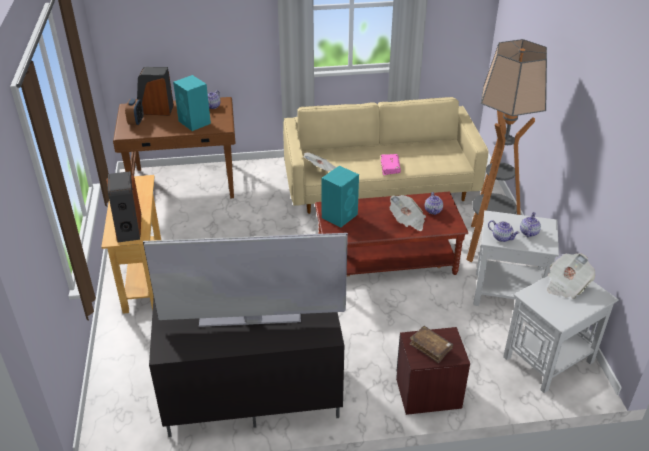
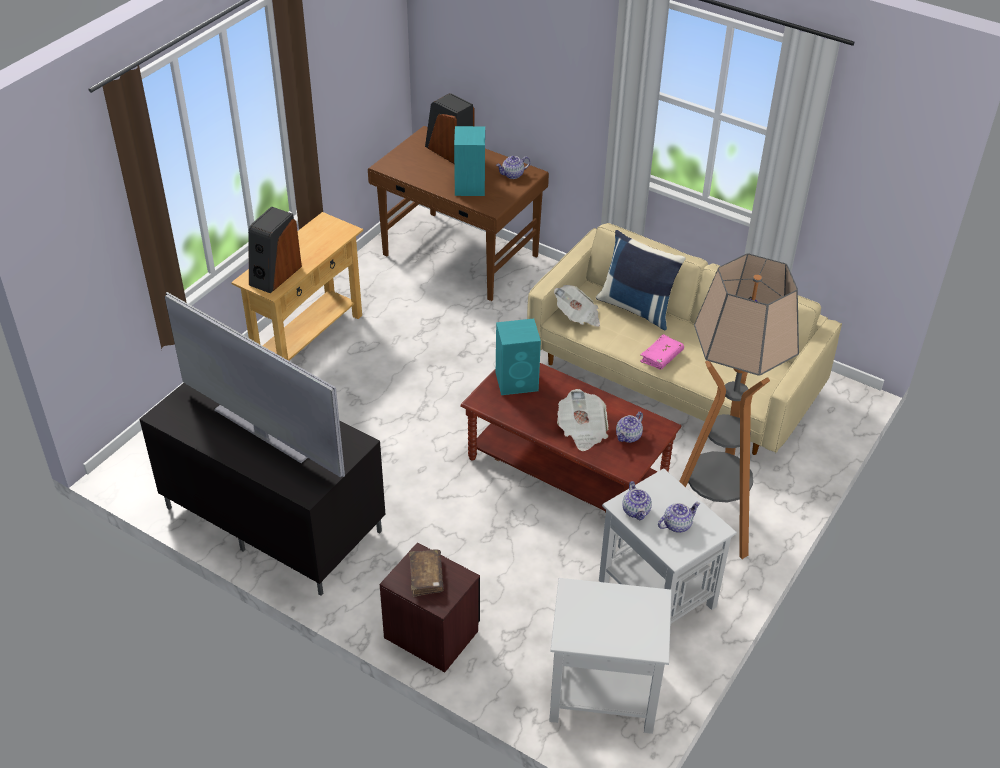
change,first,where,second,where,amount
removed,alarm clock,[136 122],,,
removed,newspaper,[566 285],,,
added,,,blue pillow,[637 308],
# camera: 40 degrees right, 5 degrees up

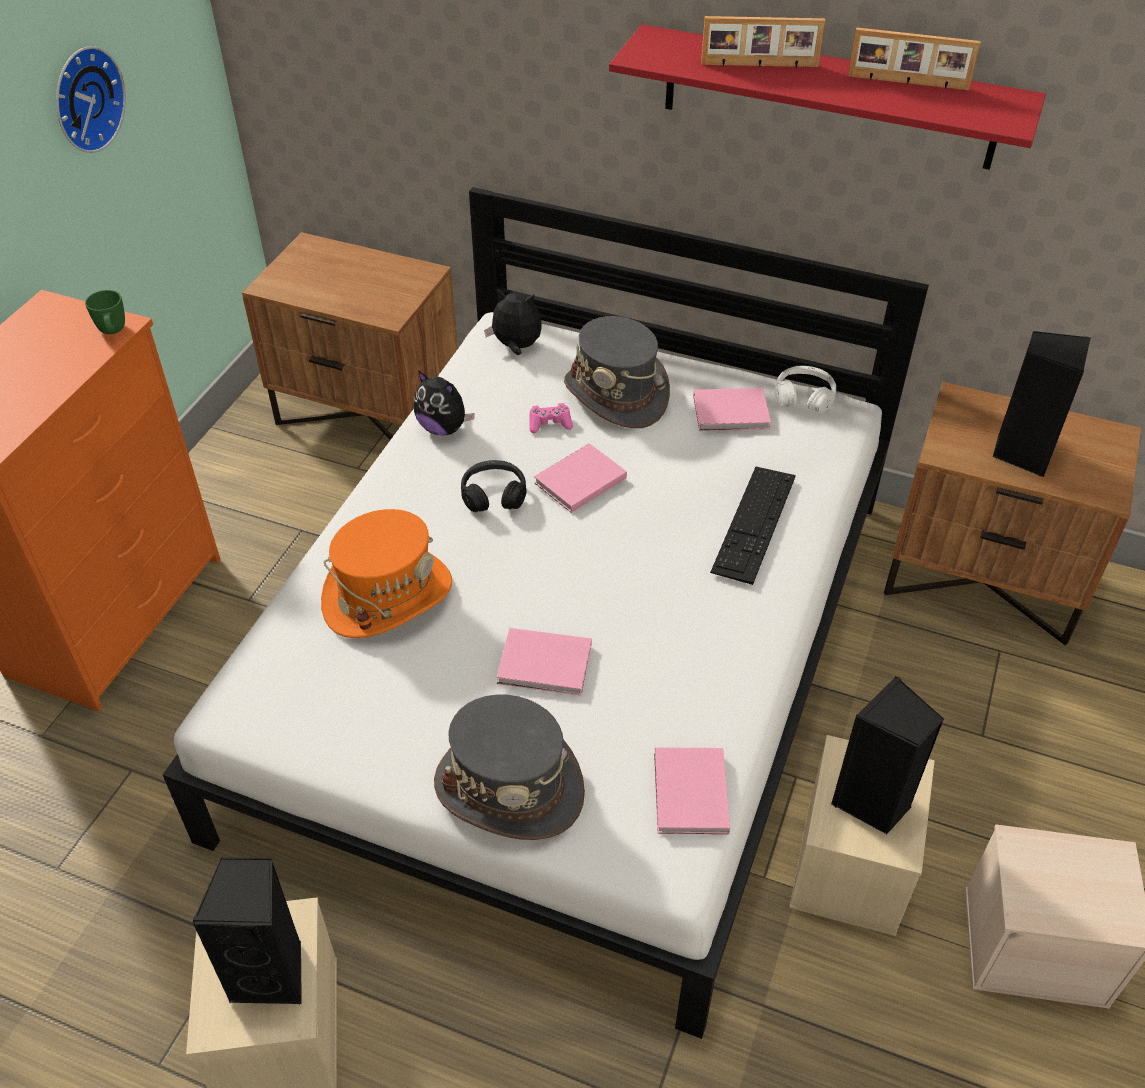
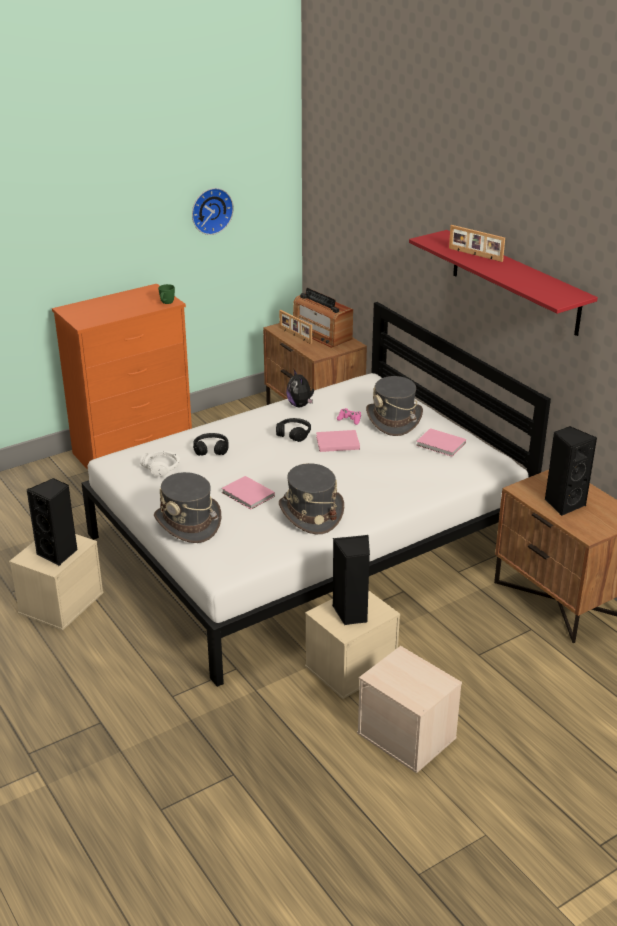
change,first,where,second,where,amount
removed,plush toy,[516 347],,,
removed,pink book,[689 795],,,
removed,keyboard,[754 523],,,
added,,,grey hat,[311 513],
added,,,radio,[321 334],
moved,white headphones,[804 397],,[162 468],
moved,picture frame,[908 83],,[295 335],
replaced,orange hat,[387 595],black headphones,[211 449],
# camera: 35 degrees right, 15 degrees down

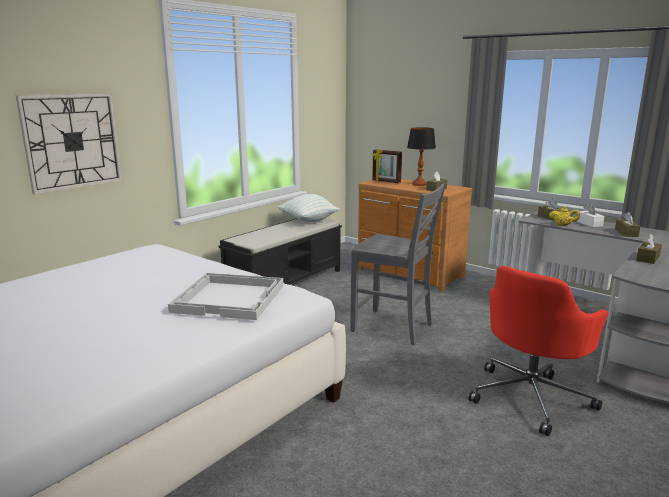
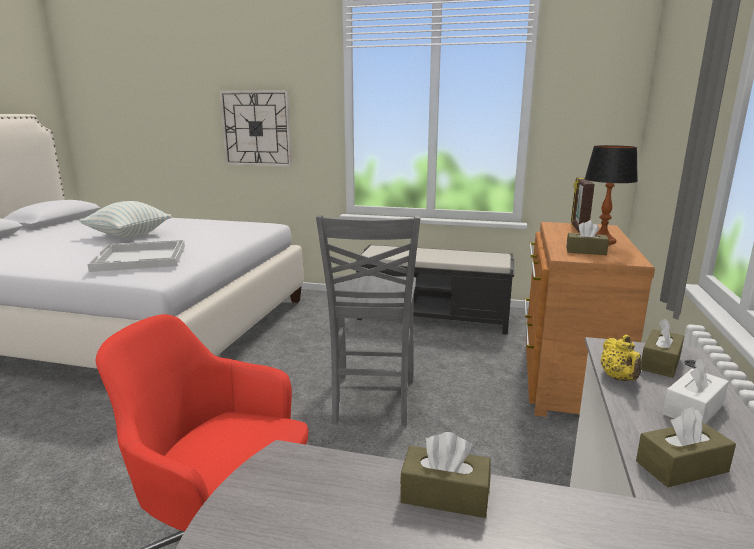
change,first,where,second,where,amount
moved,pillow,[308 221],,[129 235],
# camera: 65 degrees right, 0 degrees up

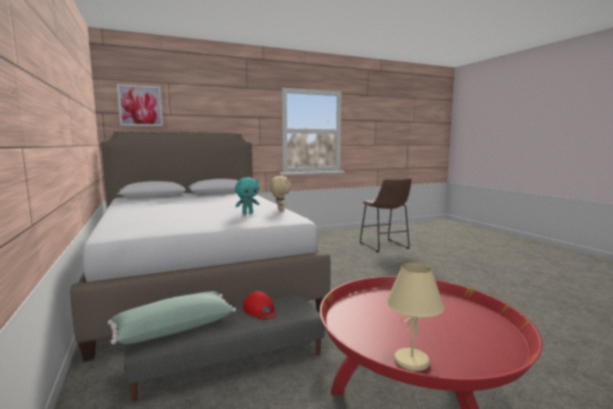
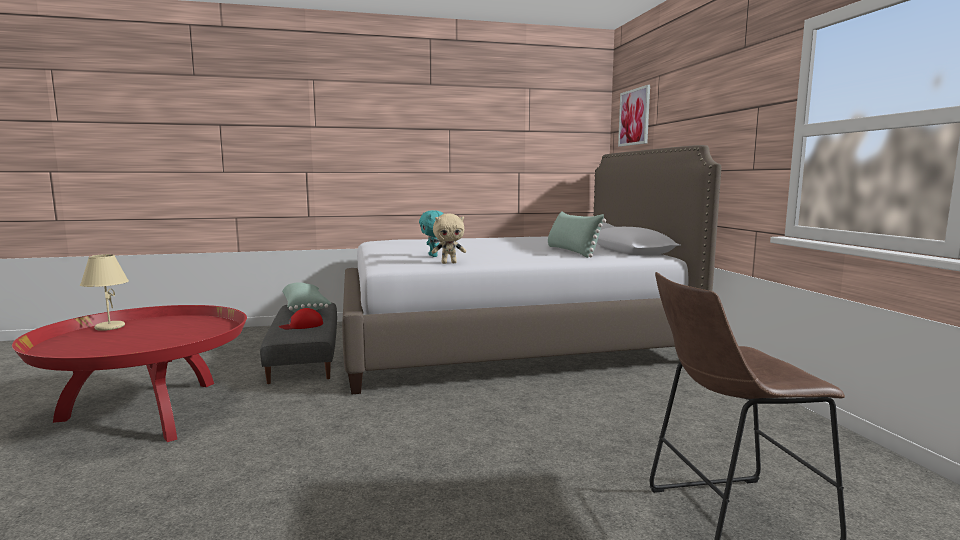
change,first,where,second,where,amount
added,,,green pillow,[572 251],
# camera: 100 degrees right, 0 degrees up

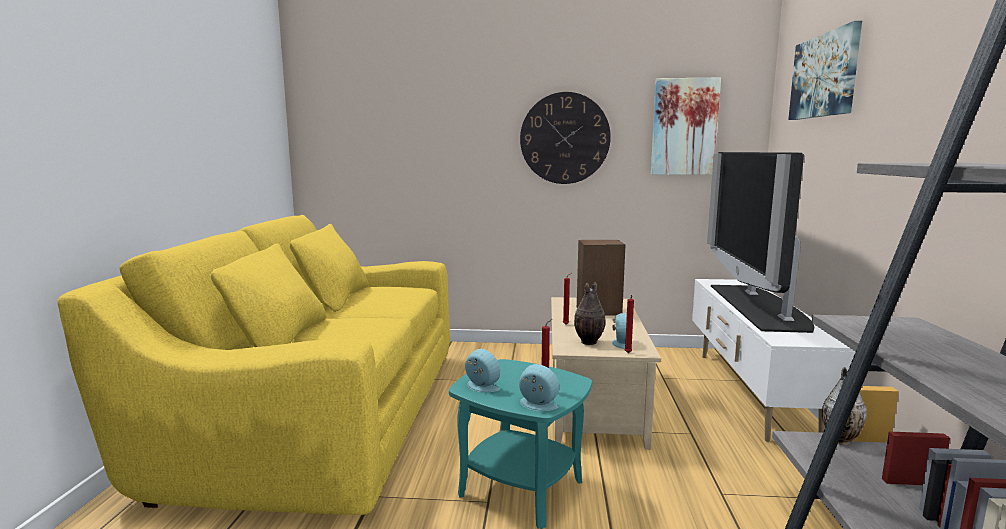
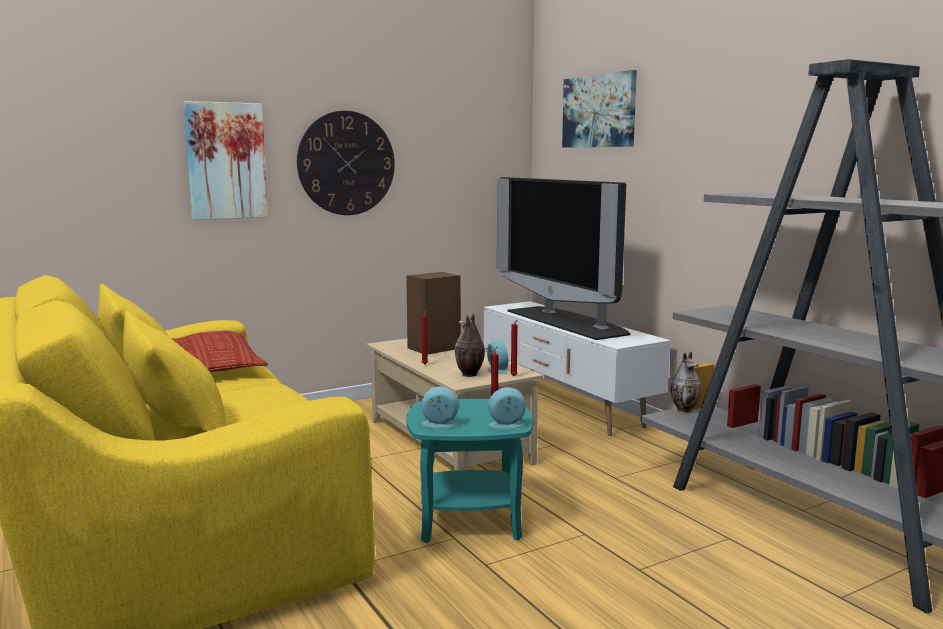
change,first,where,second,where,amount
added,,,pillow,[216 363],
moved,picture,[684 127],,[226 161],
# camera: 35 degrees left, 0 degrees up

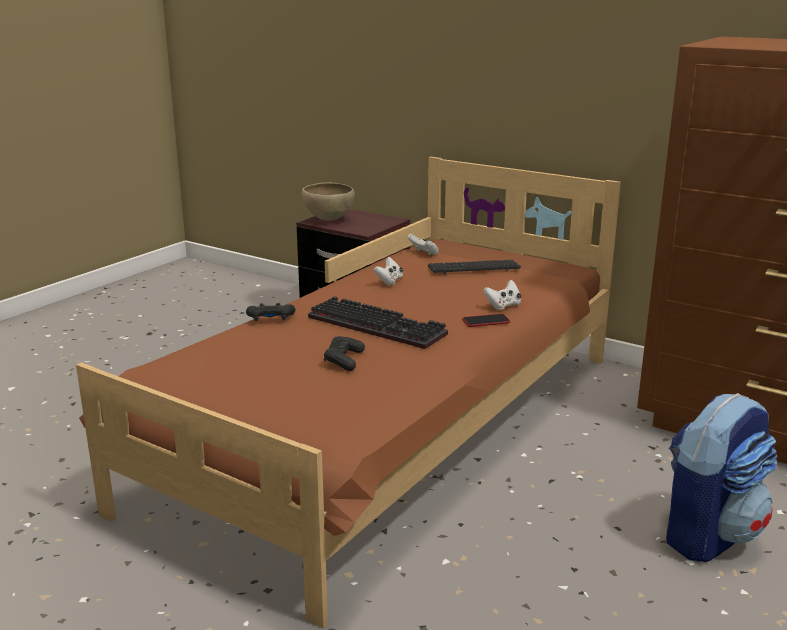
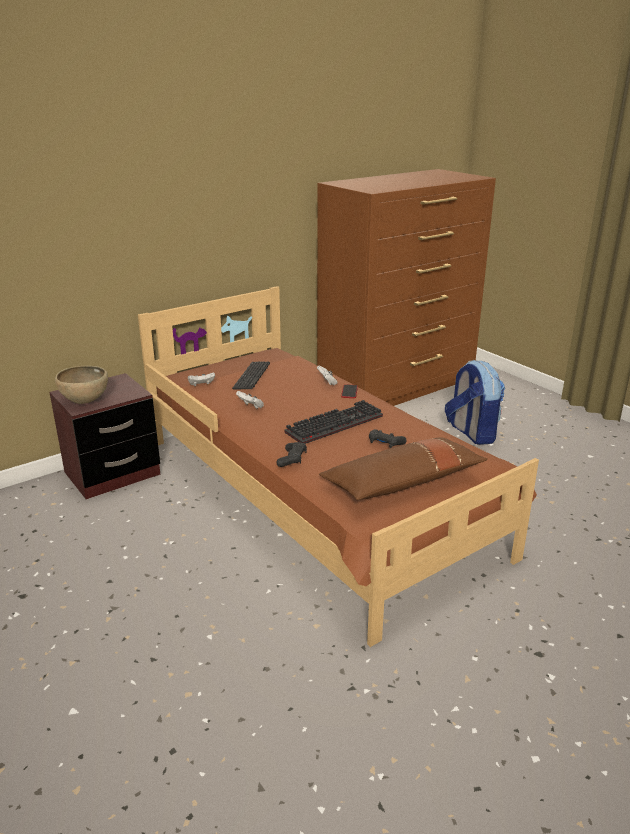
change,first,where,second,where,amount
added,,,brown pillow,[403 482],
# camera: 70 degrees left, 5 degrees up

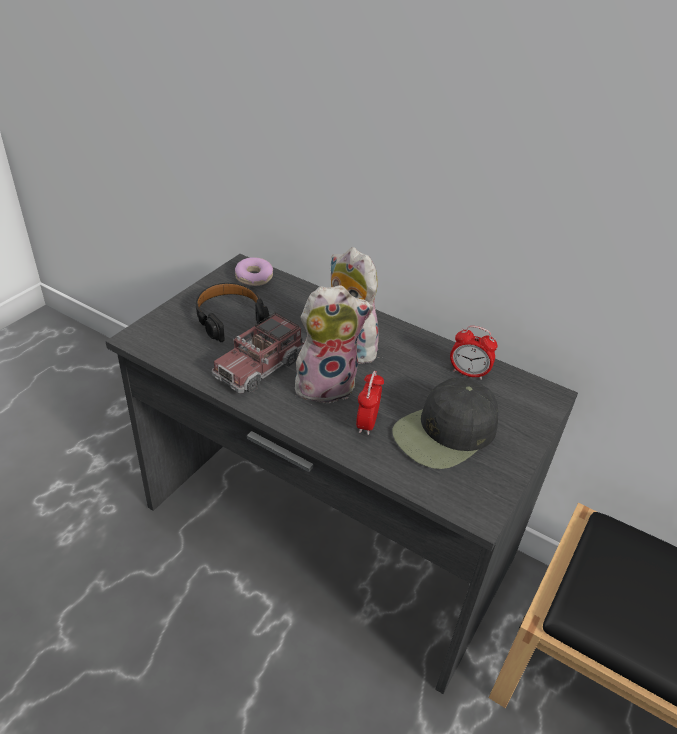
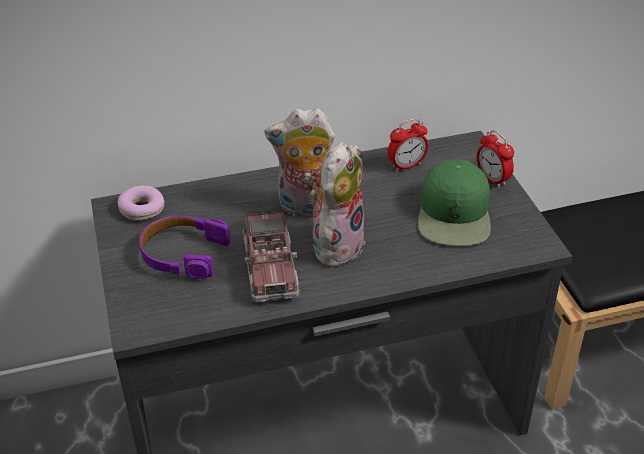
change,first,where,second,where,amount
moved,alarm clock,[367 423],,[492 179],
recoloured,black headphones,[230 318],purple headphones,[183 254],
recoloured,black cap,[445 433],green cap,[454 215],
# camera: 45 degrees left, 0 degrees up

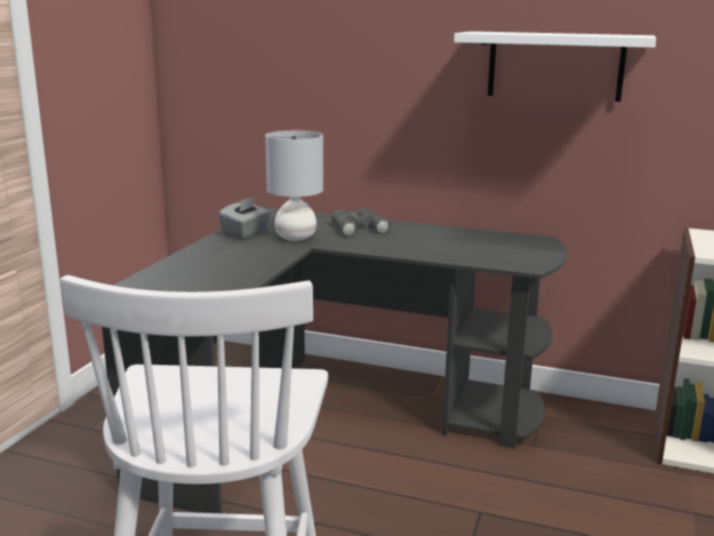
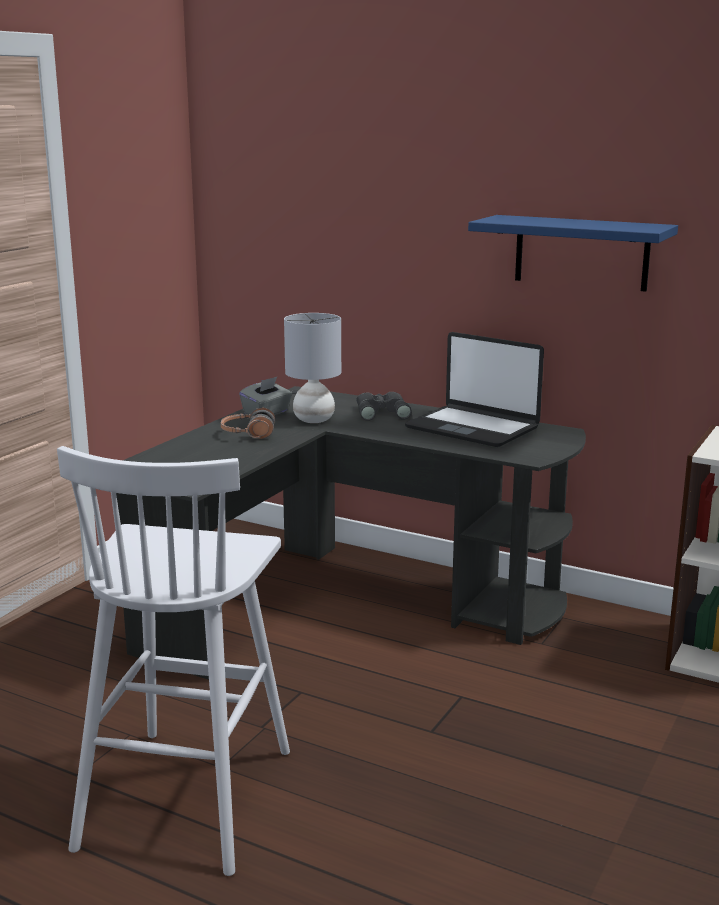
change,first,where,second,where,amount
added,,,headphones,[248 434],
added,,,laptop,[473 428],
recoloured,white shelf,[555 66],blue shelf,[581 252],
# camera: 10 degrees right, 0 degrees up

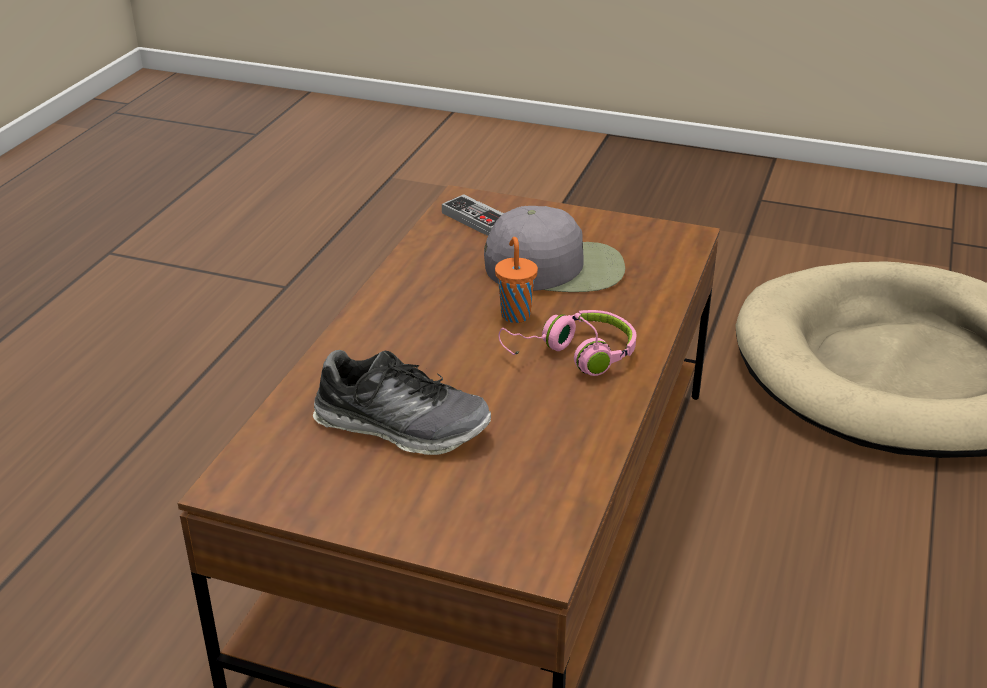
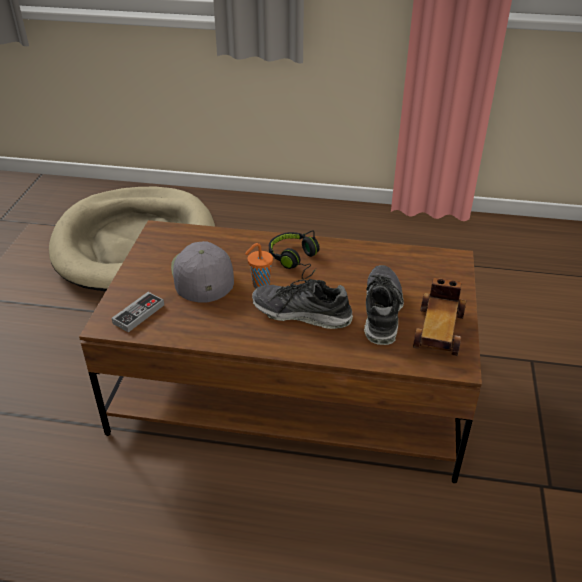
change,first,where,second,where,amount
added,,,shoe,[302 313],
added,,,toy car,[439 329],
recoloured,pink headphones,[574 355],black headphones,[296 261],
# camera: 100 degrees left, 5 degrees up

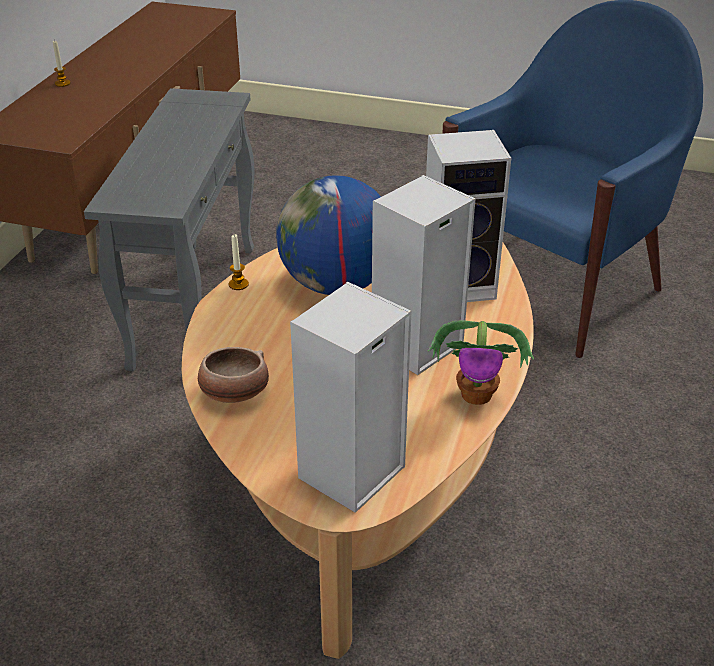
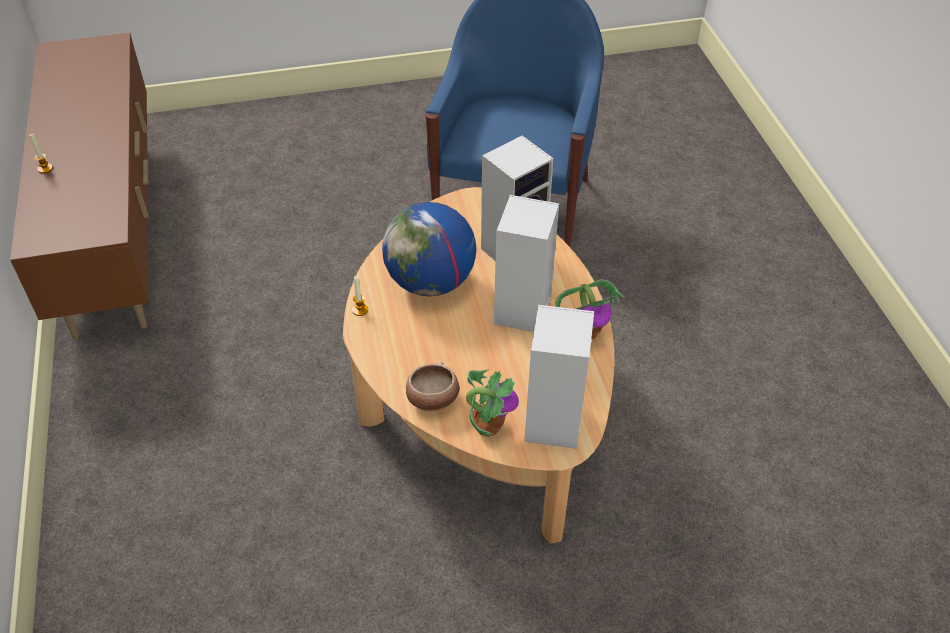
change,first,where,second,where,amount
removed,grey side table,[194 305],,,
added,,,potted plant,[487 426],
# camera: 30 degrees left, 10 degrees up

